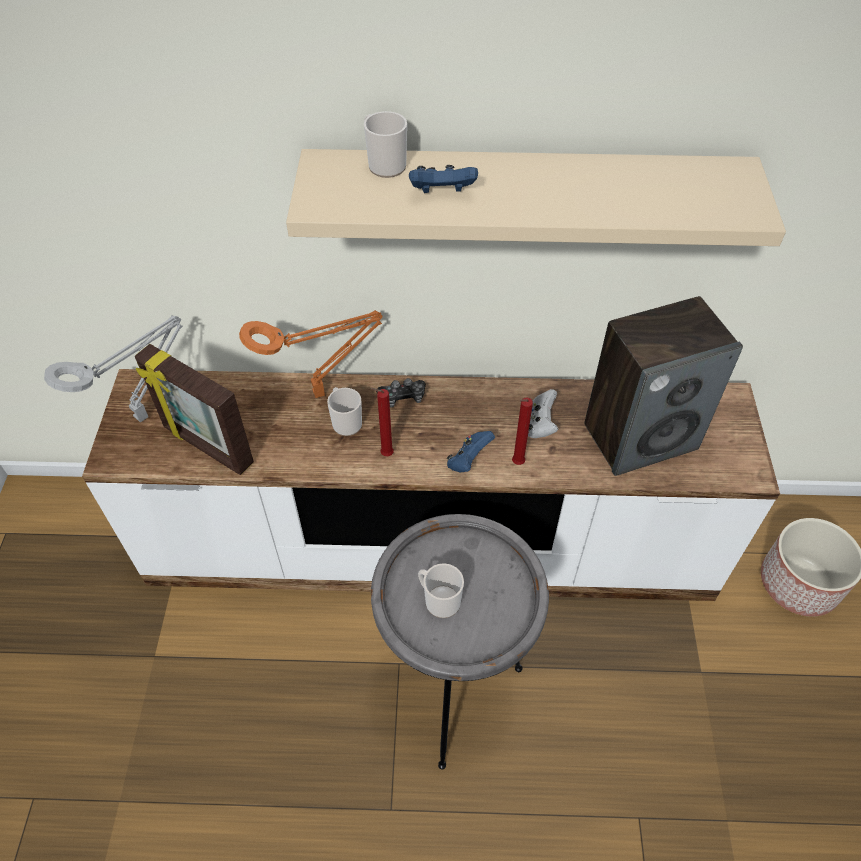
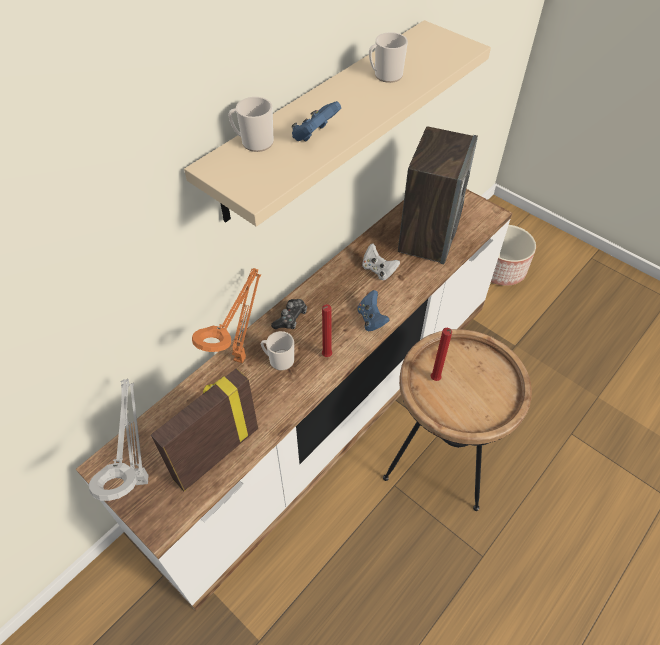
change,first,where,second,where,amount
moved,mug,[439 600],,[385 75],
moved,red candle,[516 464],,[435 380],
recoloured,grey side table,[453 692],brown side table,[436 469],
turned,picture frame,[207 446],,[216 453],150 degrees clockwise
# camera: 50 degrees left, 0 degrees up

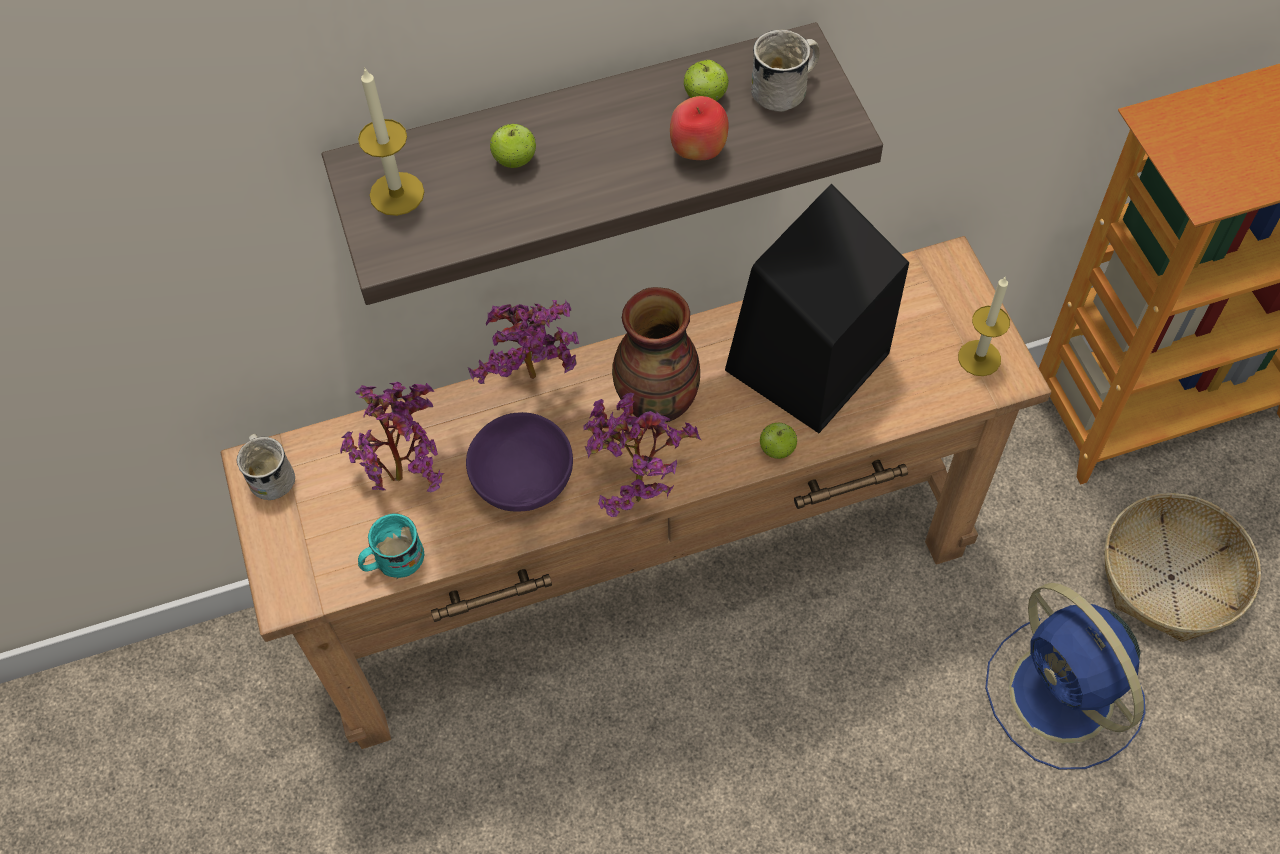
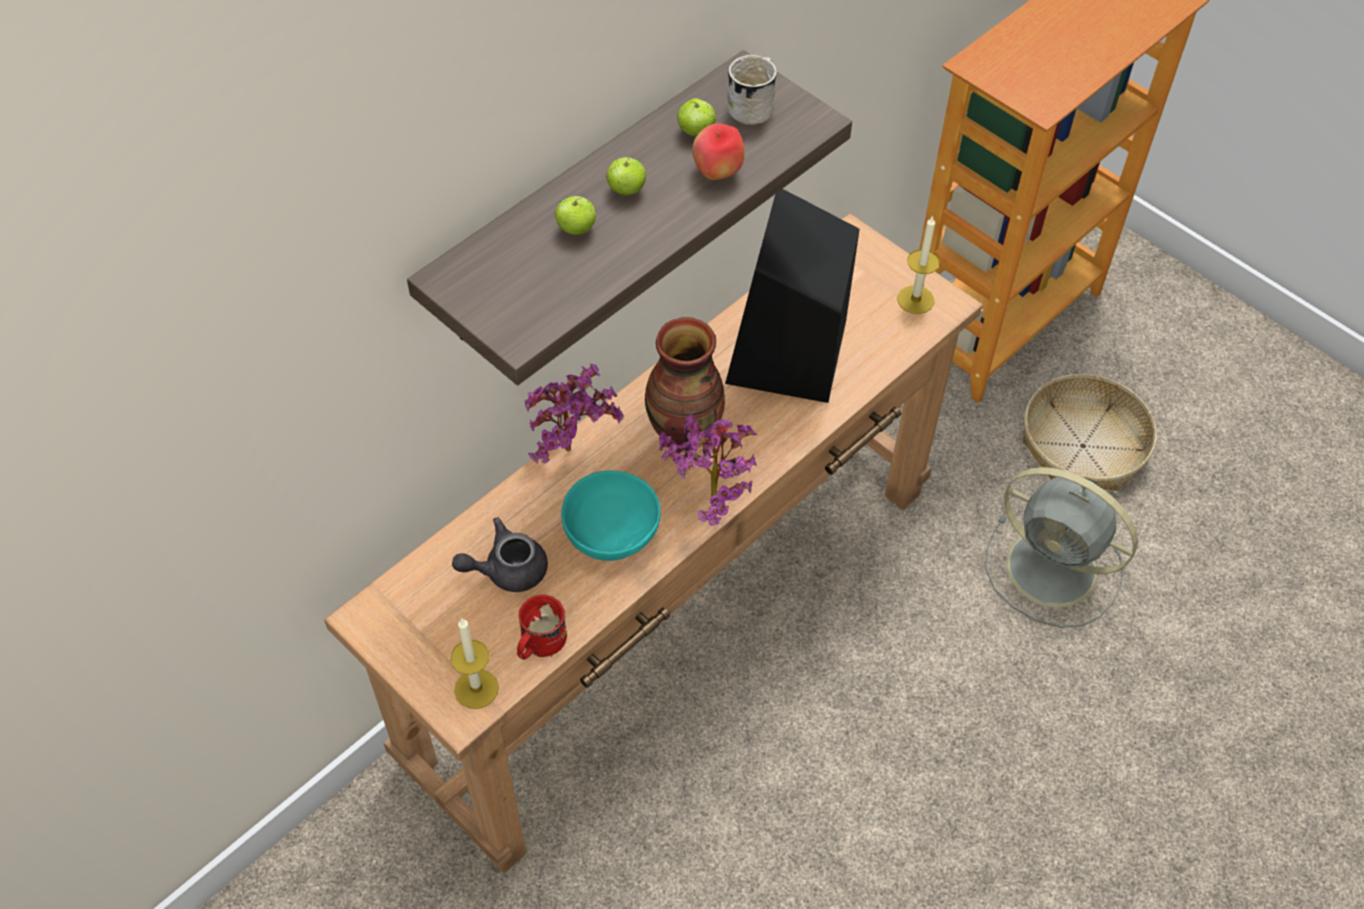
change,first,where,second,where,amount
removed,white mug,[271 475],,,
moved,candle,[397 194],,[476 688],
moved,apple,[777 449],,[626 190],
replaced,potted plant,[406 474],grey teapot,[506 570],
recoloured,turquoise mug,[393 561],red mug,[539 644],
recoloured,purple bowl,[523 484],turquoise bowl,[613 537],
recoloured,blue fan,[1064 697],grey fan,[1055 570],
# camera: 30 degrees left, 5 degrees down

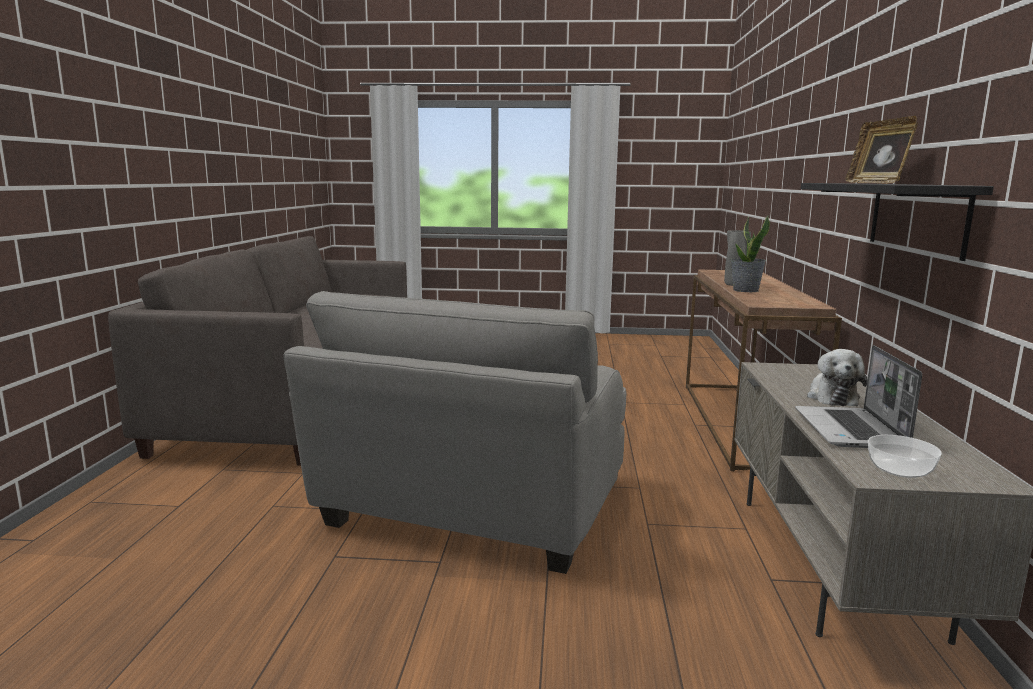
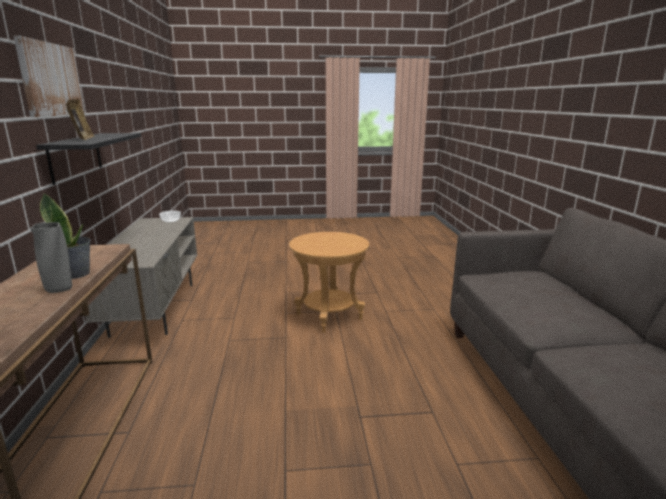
change,first,where,second,where,amount
removed,laptop,[851 430],,,
removed,plush toy,[831 397],,,
added,,,picture,[50 79],
replaced,grey armchair,[472 509],brown side table,[329 316],
# camera: 170 degrees right, 5 degrees up

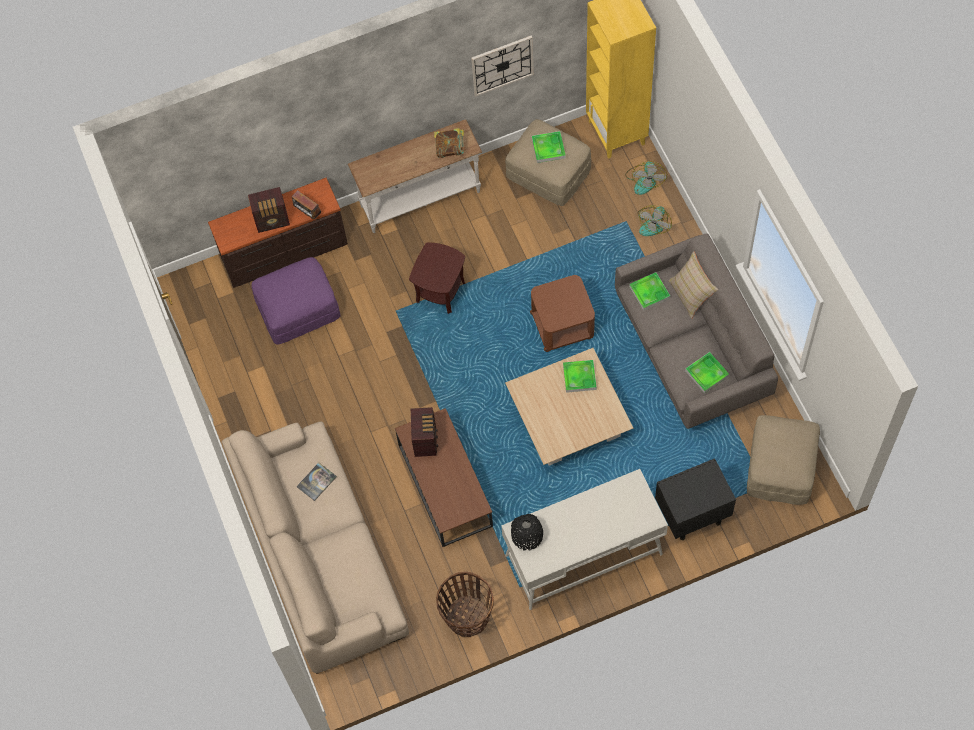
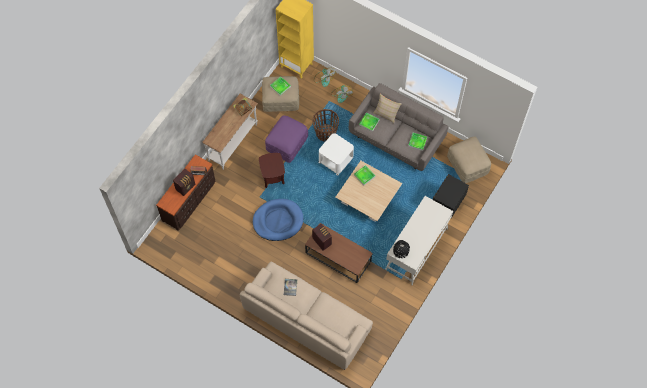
change,first,where,second,where,amount
removed,wall clock,[502 65],,,
added,,,blue dog bed,[278 221],
moved,purple ottoman,[298 309],,[287 143],
moved,basket,[467 617],,[325 133],
recoloured,brown side table,[563 324],white side table,[336 160],
# camera: 40 degrees left, 0 degrees up

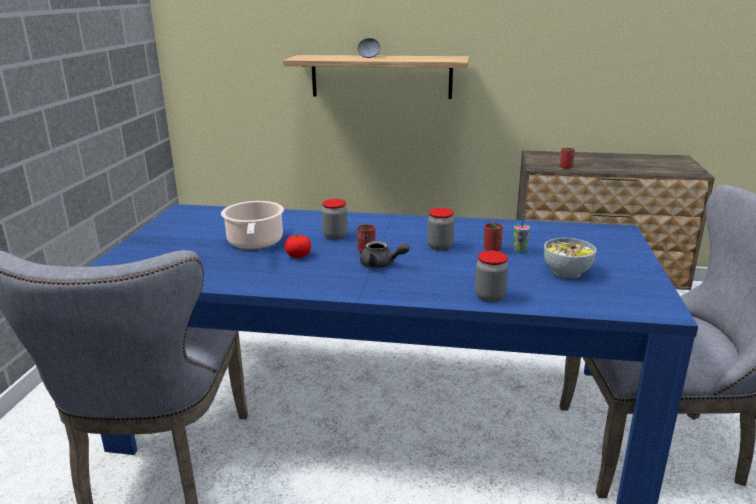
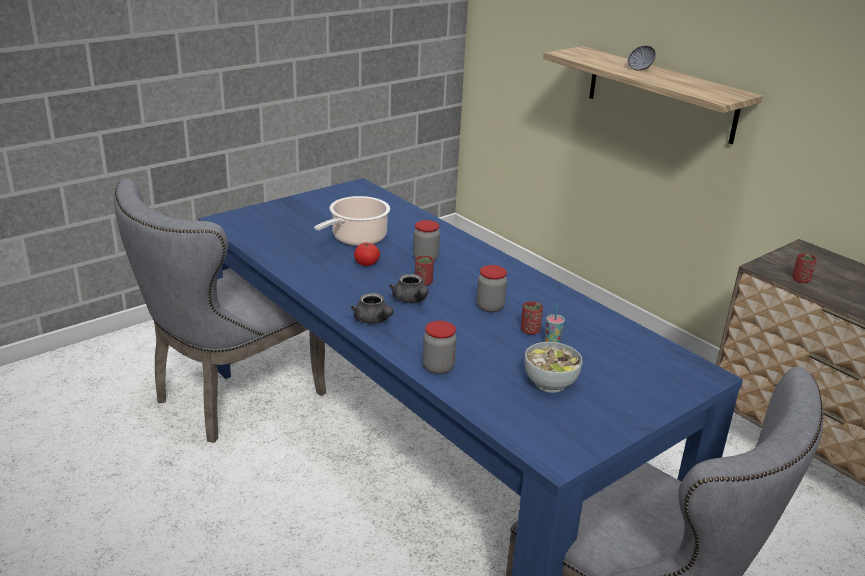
change,first,where,second,where,amount
added,,,grey teapot,[373 320],
# camera: 40 degrees right, 5 degrees up

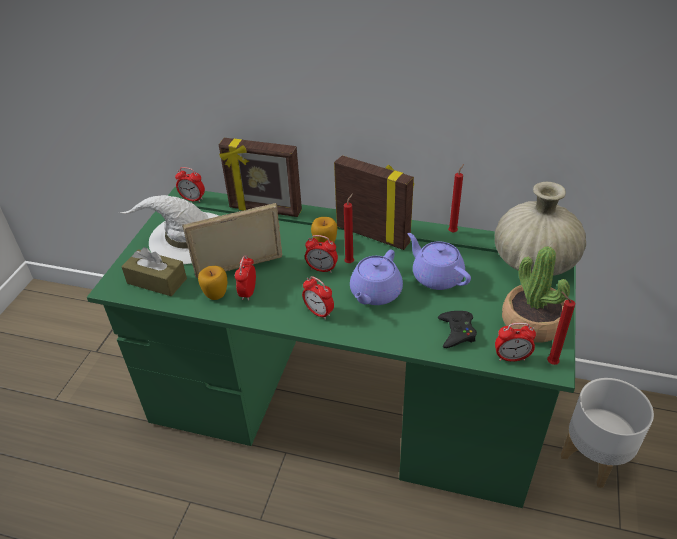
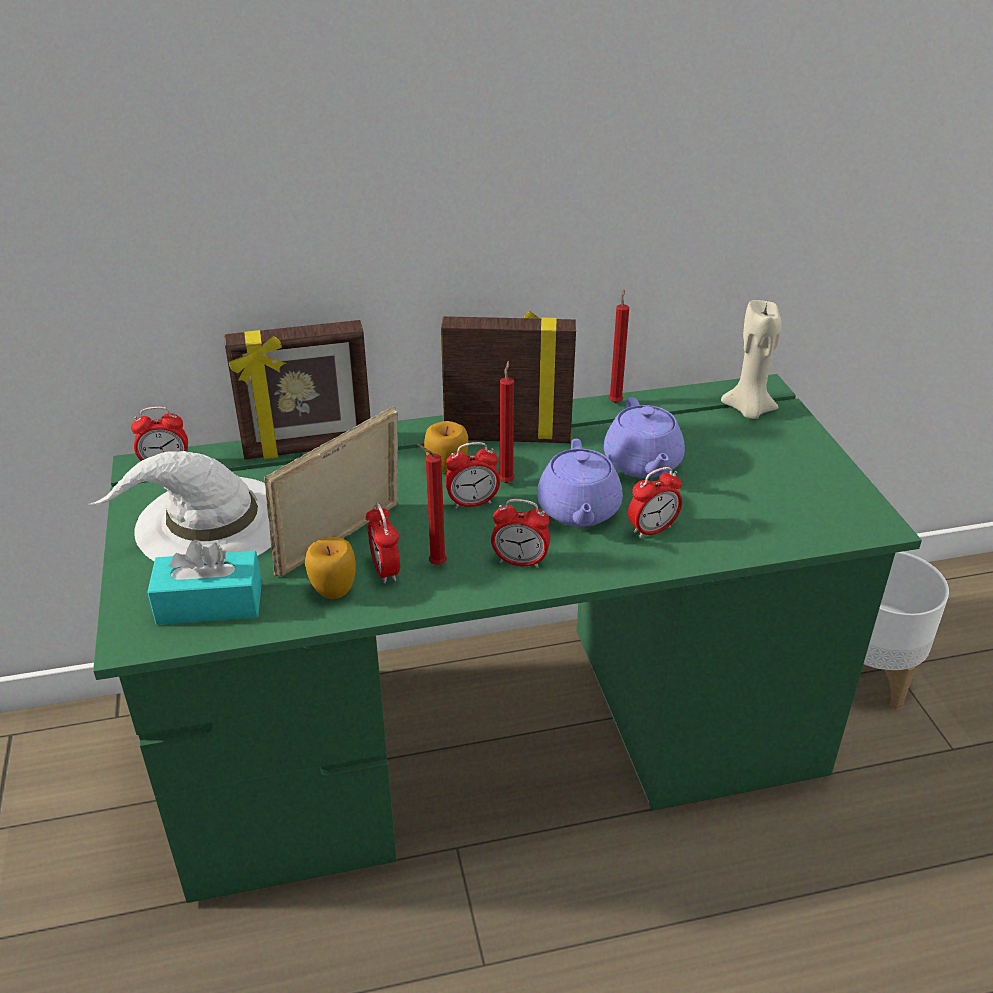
change,first,where,second,where,amount
removed,black game controller,[456 332],,,
removed,potted plant,[533 322],,,
moved,alarm clock,[511 357],,[652 530],
moved,red candle,[550 362],,[434 564],
replaced,beige vase,[533 262],beige candle,[748 410],
recoloured,brown tissue box,[157 281],turquoise tissue box,[210 603],
turned,purple teapot,[436 276],,[643 464],120 degrees counterclockwise
# camera: 30 degrees left, 5 degrees down

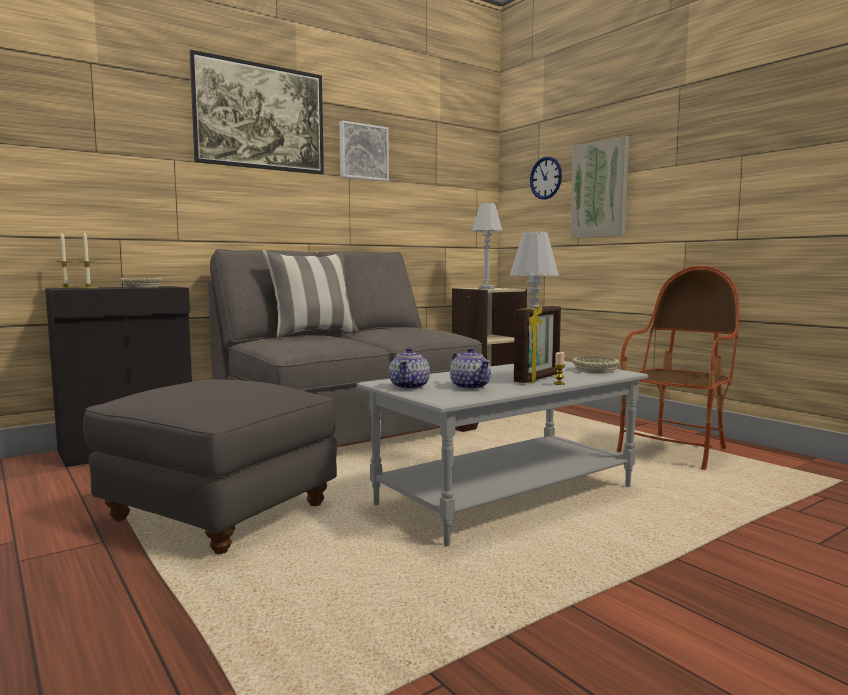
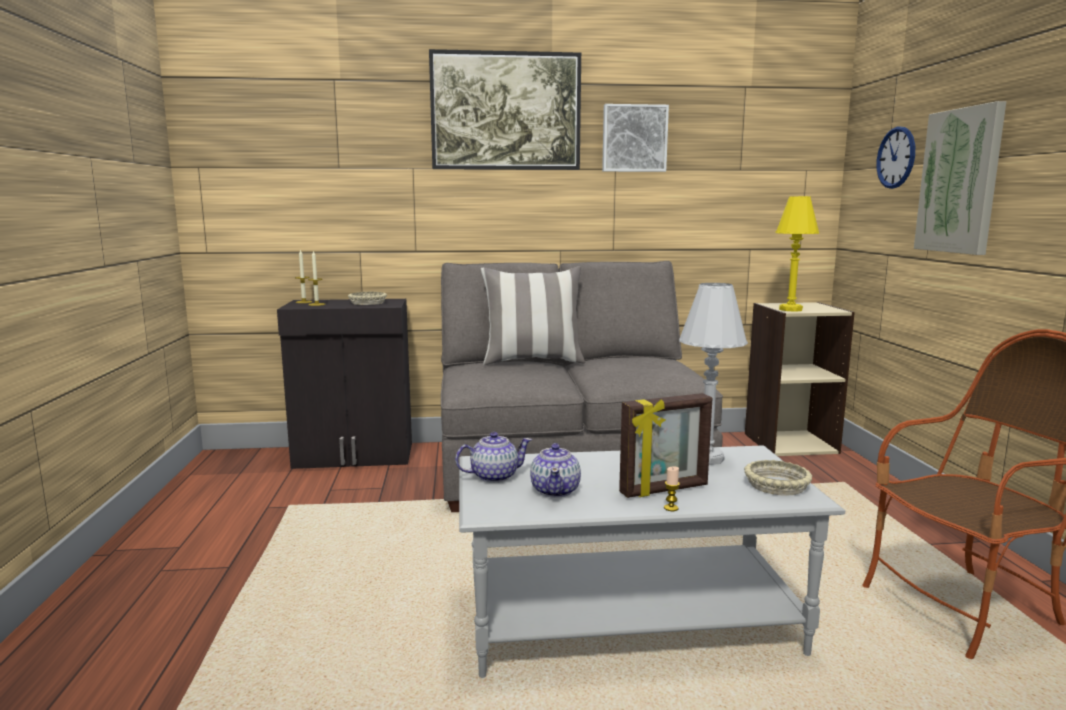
change,first,where,second,where,amount
removed,grey ottoman,[218 513],,,
recoloured,white table lamp,[486 289],yellow table lamp,[790 309],
turned,teapot,[410 386],,[493 476],150 degrees counterclockwise
# camera: 30 degrees right, 5 degrees up

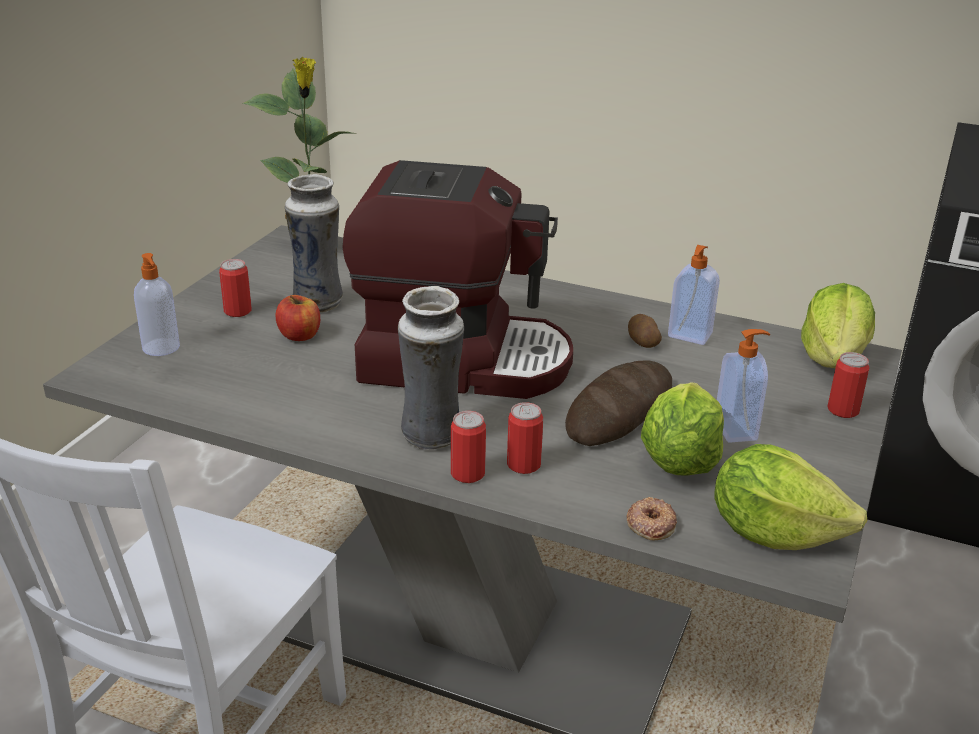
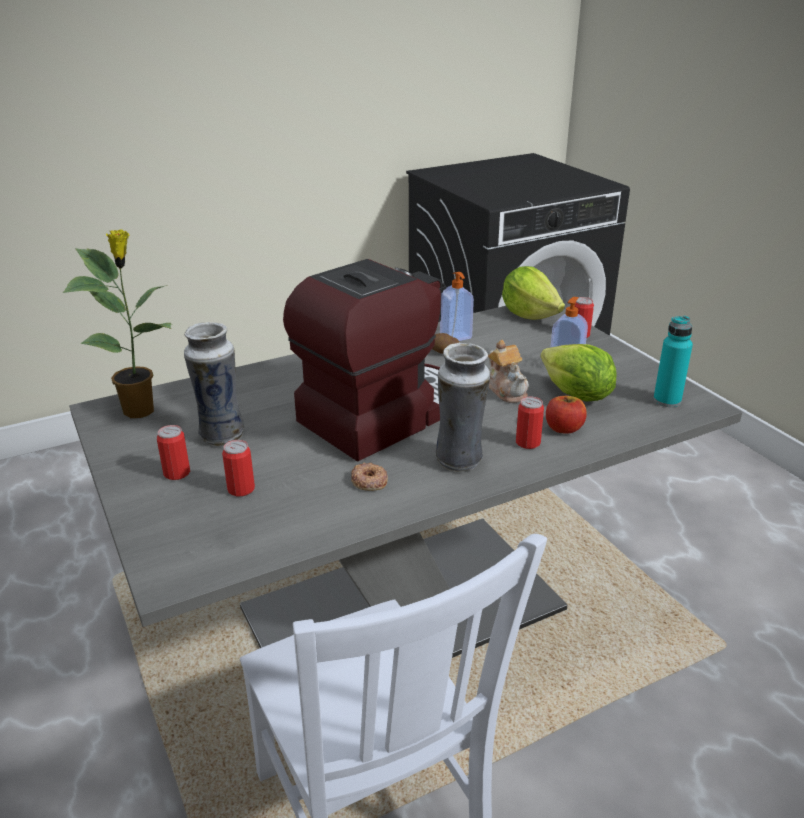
change,first,where,second,where,amount
removed,soap dispenser,[161 348],,,
moved,apple,[299 335],,[564 428],
moved,can,[467 474],,[241 489],
moved,donut,[650 524],,[369 481],
replaced,bread,[619 411],teapot,[507 390],
replaced,lettuce,[773 532],turquoise bottle,[667 400],
# camera: 50 degrees left, 0 degrees up

